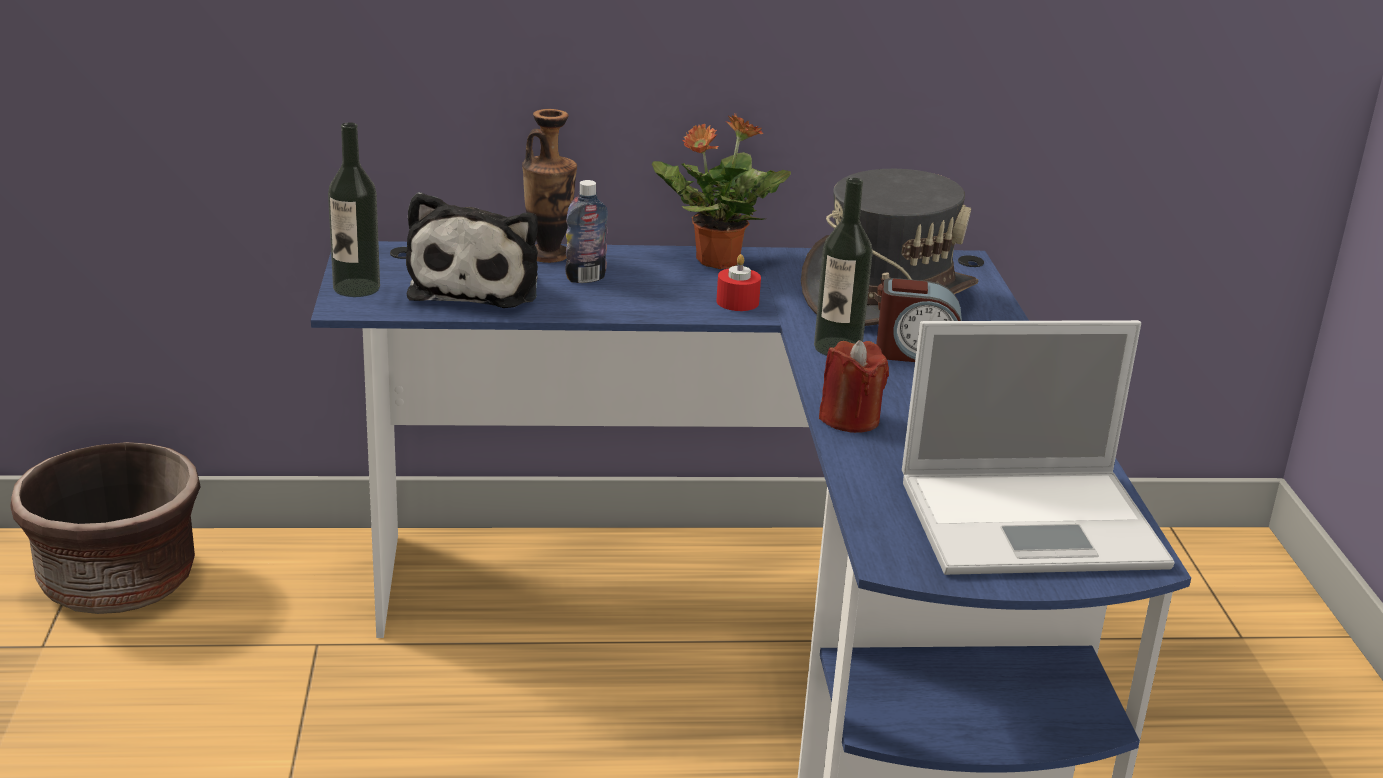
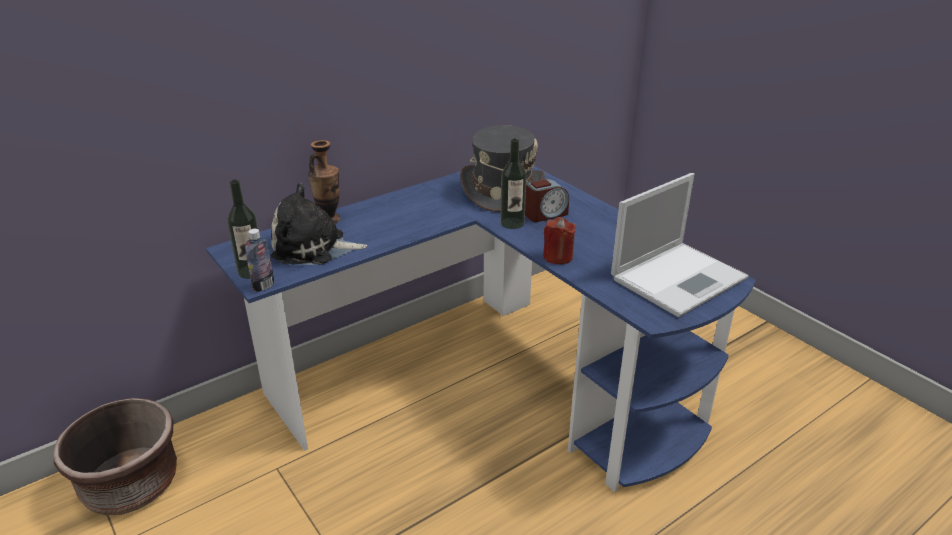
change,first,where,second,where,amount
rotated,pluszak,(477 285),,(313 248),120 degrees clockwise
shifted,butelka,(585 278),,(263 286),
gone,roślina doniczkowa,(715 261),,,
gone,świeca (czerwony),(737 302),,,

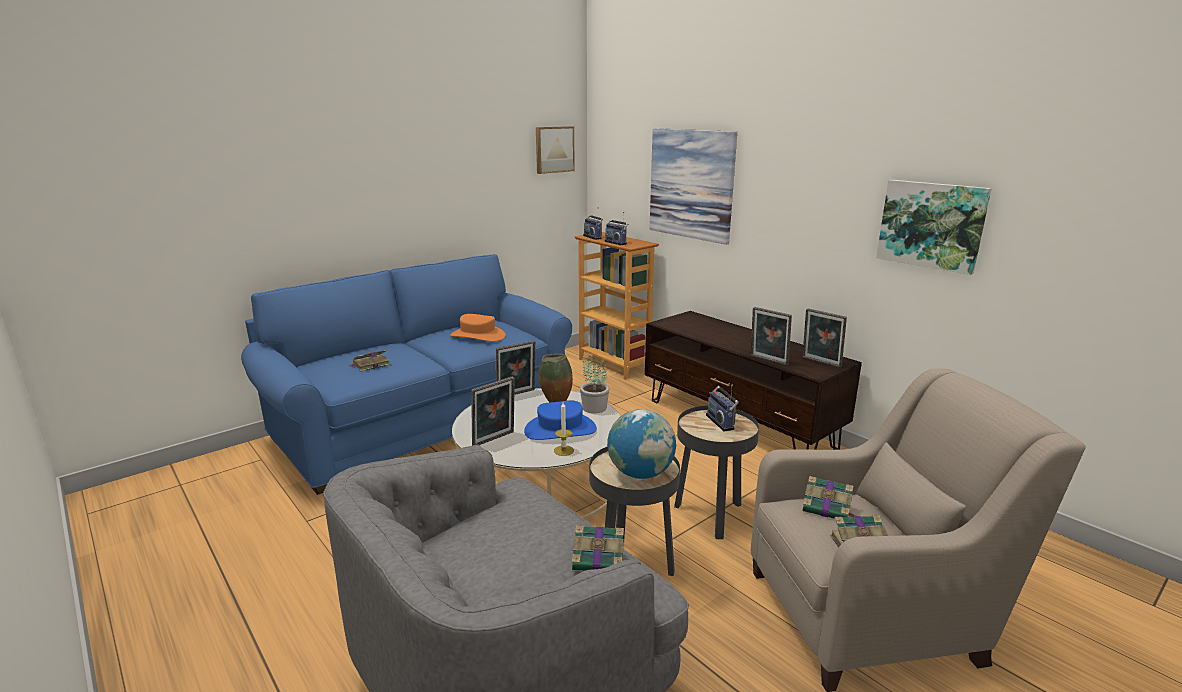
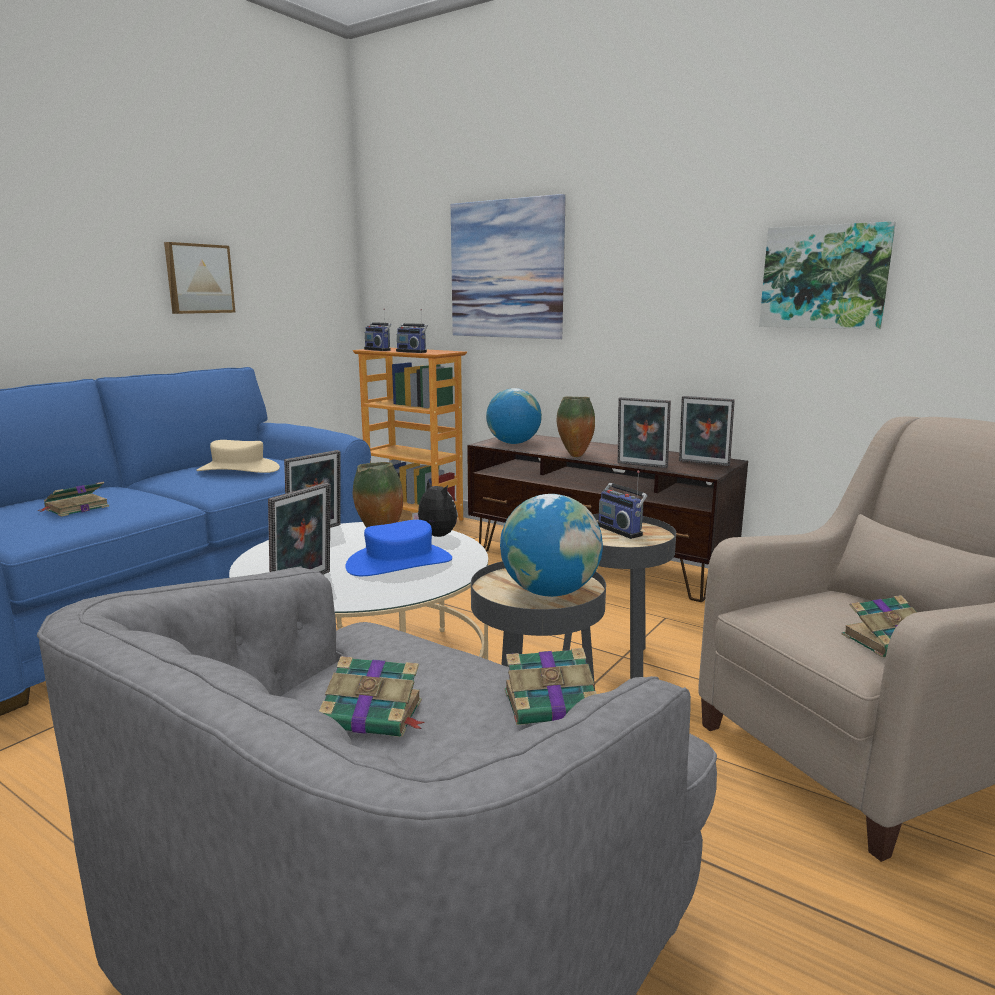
change,first,where,second,where,amount
repainted,kapelusz (pomarańczowy),(478 336),kapelusz (beżowy),(239 469),
shifted,obraz,(553 149),,(198 279),
gone,świeca,(563 450),,,
swapped,roślina doniczkowa,(593 408),pluszak,(435 536),
shifted,książka,(827 508),,(374 715),
new,,,globus,(513 443),
new,,,wazon,(574 456),

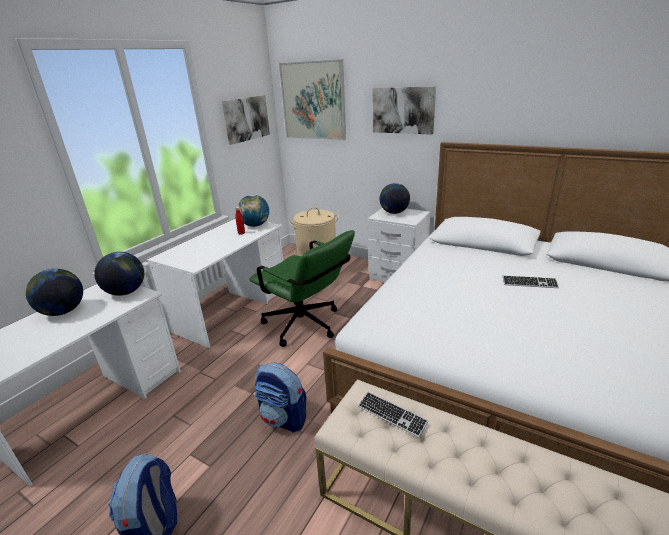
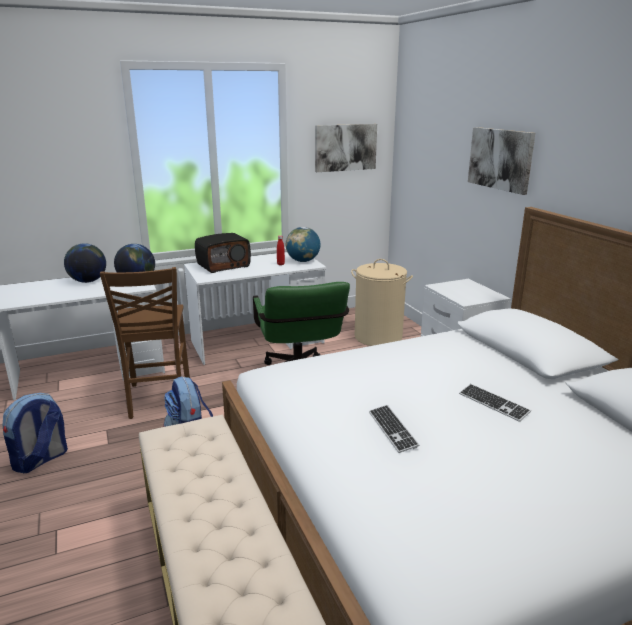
change,first,where,second,where,amount
gone,obraz,(313 101),,,
shifted,klawiatura,(392 415),,(392 429),
gone,globus,(394 212),,,
new,,,krzesło (brązowy),(158 399),
new,,,radio,(223 265),

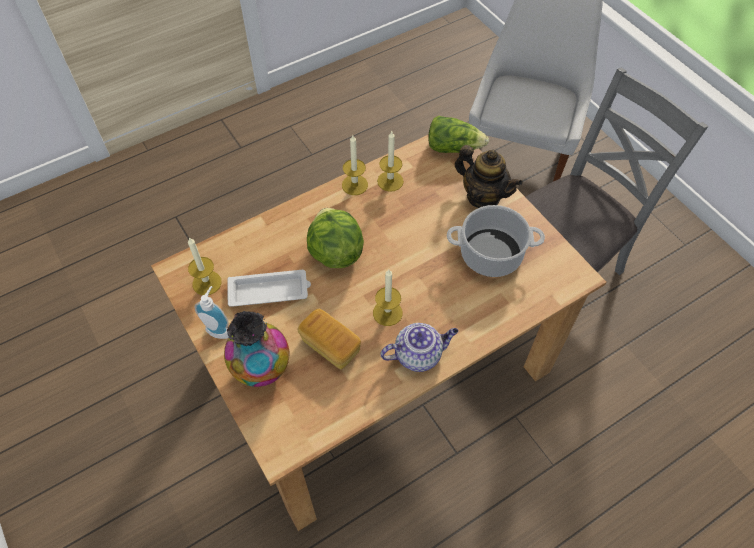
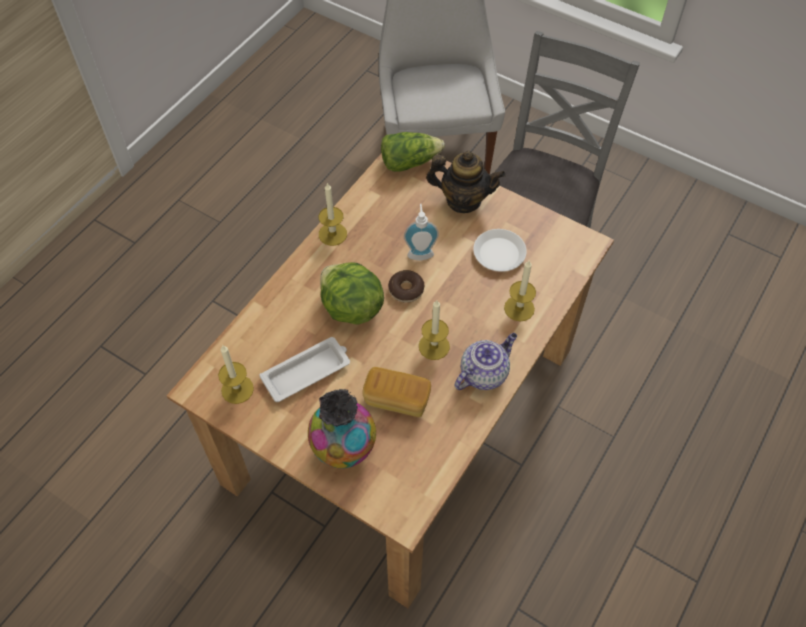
change,first,where,second,where,amount
shifted,dozownik mydła,(219 329),,(420 252),
shifted,świeca,(390 181),,(519 308),
swapped,garnek,(490 255),talerz (biały),(499 254),
new,,,donut,(406 289),

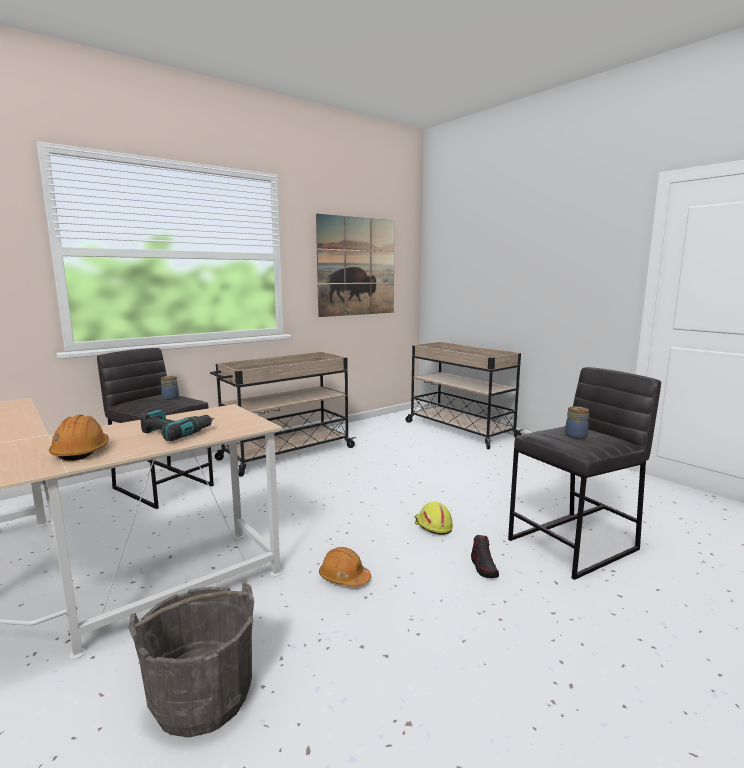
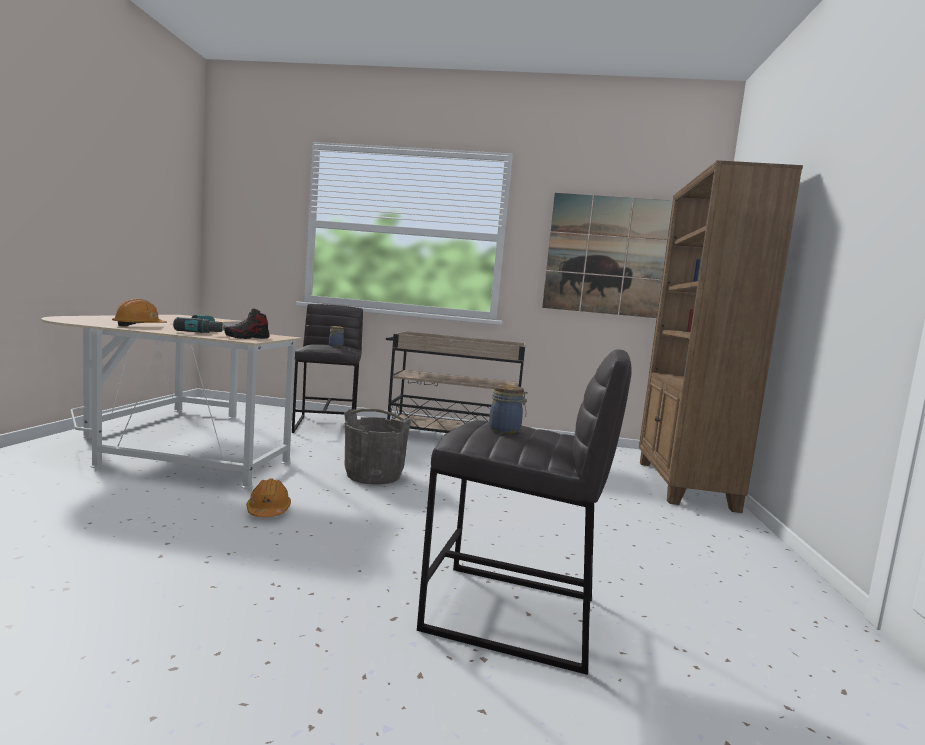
change,first,where,second,where,amount
shifted,wiadro (szary),(202 697),,(374 475),
swapped,wózek (beżowy),(459 430),regał (brązowy),(683 485),
gone,kask (żółty),(432 526),,,
shifted,but,(484 567),,(247 338),

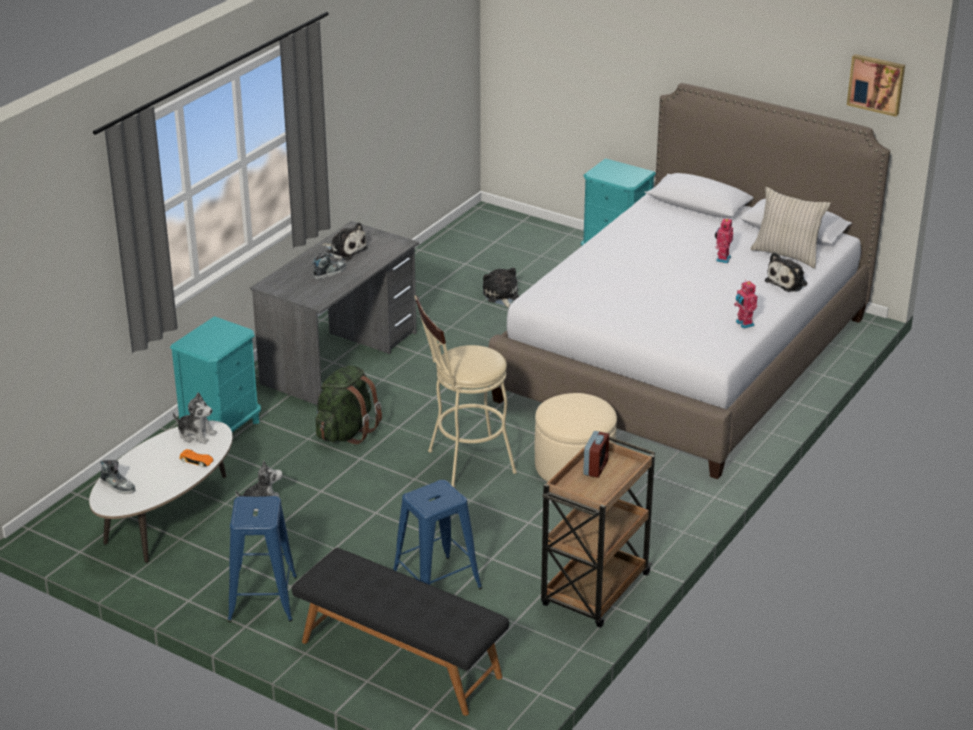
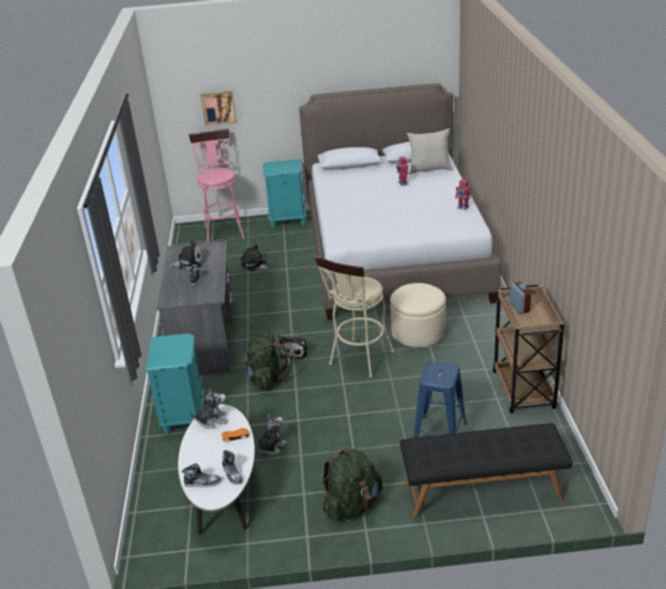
change,first,where,second,where,amount
swapped,stołek (niebieski),(263 599),plecak (zielony),(353 506),
shifted,pluszak,(788 282),,(295 352),
shifted,obraz,(876 84),,(218 107),
new,,,stołek (różowy),(223 231),
new,,,but,(232 474),

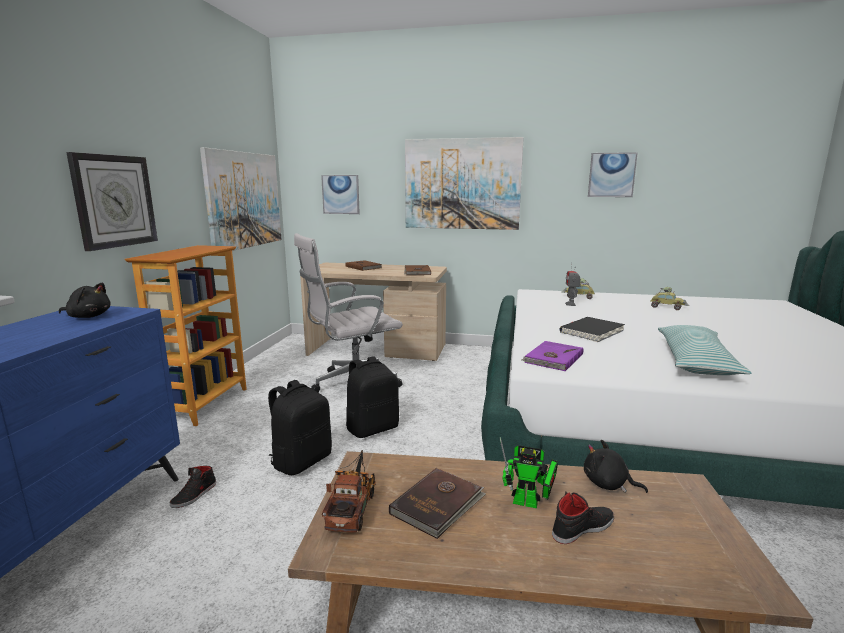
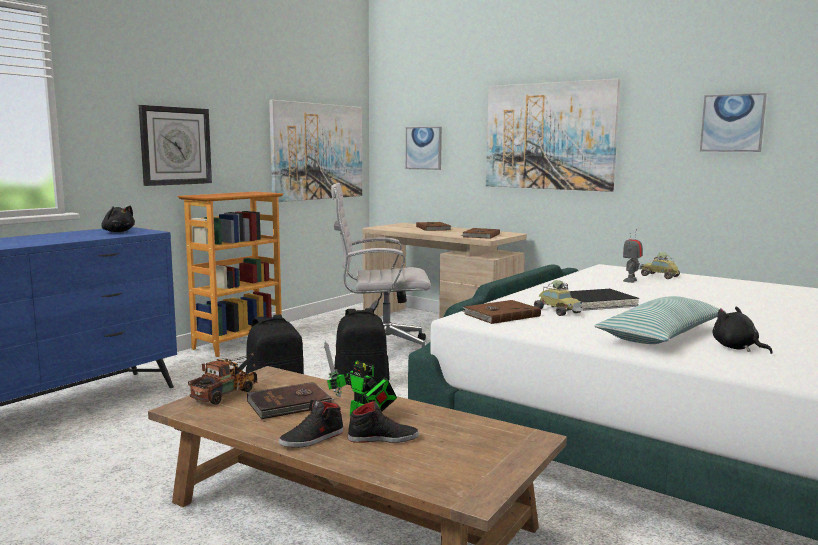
change,first,where,second,where,amount
shifted,but (czarny),(194 495),,(312 439),
repainted,książka (fioletowy),(552 358),książka (brązowy),(500 315),
shifted,pluszak (czarny),(608 484),,(736 348),
shifted,samochodzik,(667 307),,(559 311),

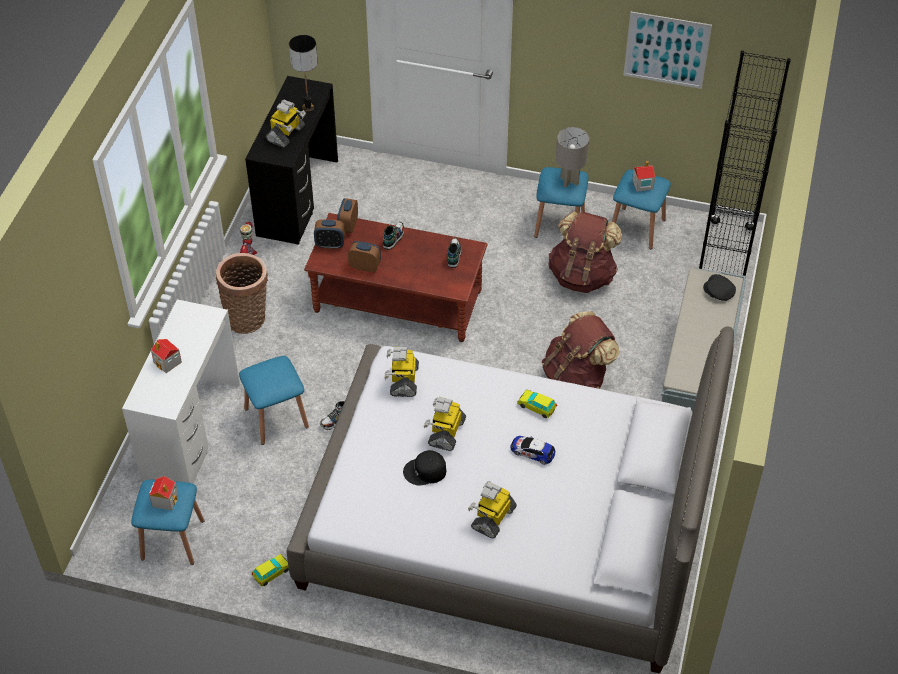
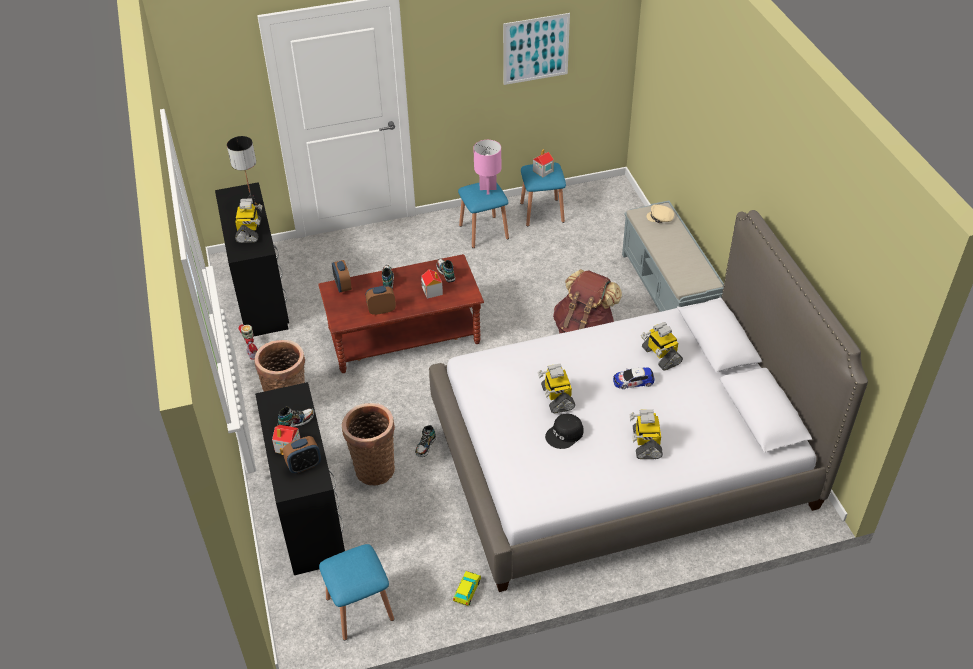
change,first,where,second,where,amount
repainted,biurko (biały),(191 431),biurko (czarny),(308 513),
shifted,domek,(165 500),,(432 291),
swapped,stołek (niebieski),(276 418),koszyk,(374 467),
shifted,budzik,(330 244),,(304 465),
shifted,robot zabawkowy,(403 380),,(660 356),
gone,samochodzik,(536 407),,,
gone,plecak (brązowy),(582 276),,,
repainted,lampa stołowa (szary),(569 180),lampa stołowa (różowy),(487 189),
gone,regał (czarny),(725 260),,,
repainted,czapka z daszkiem (czarny),(718 292),czapka z daszkiem (beżowy),(660 218),
new,,,but,(296 422),

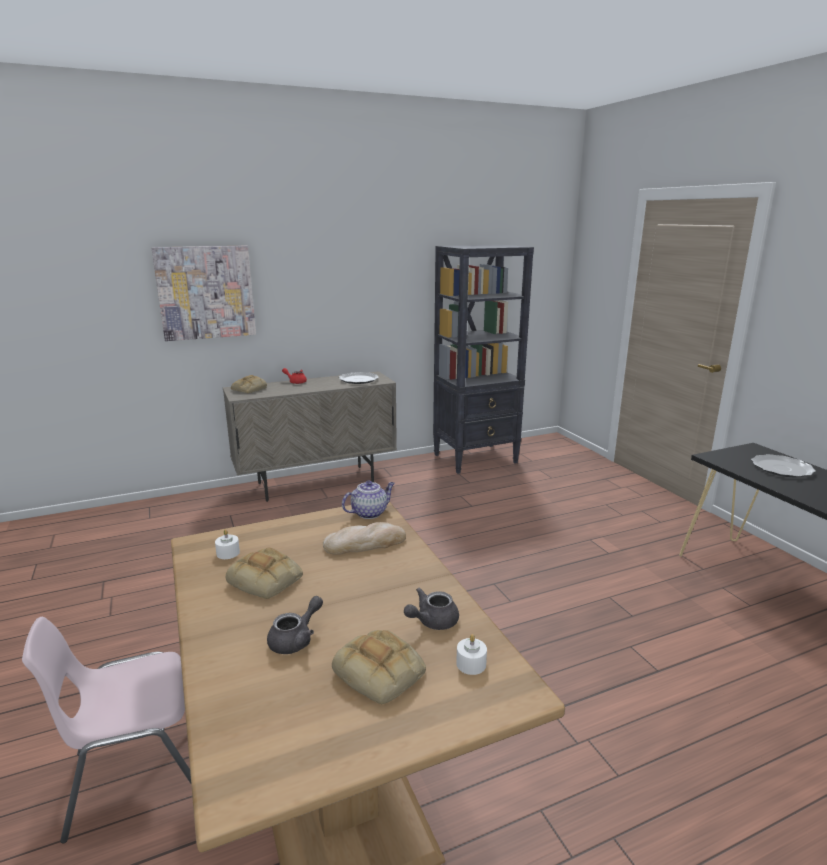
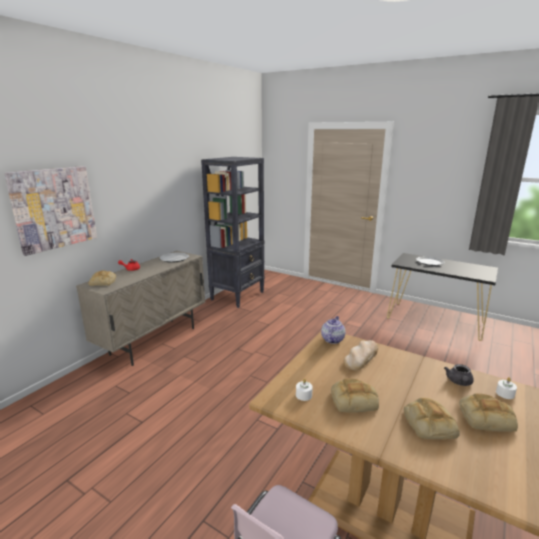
change,first,where,second,where,amount
swapped,imbryk (szary),(296 639),chleb,(428 423),

